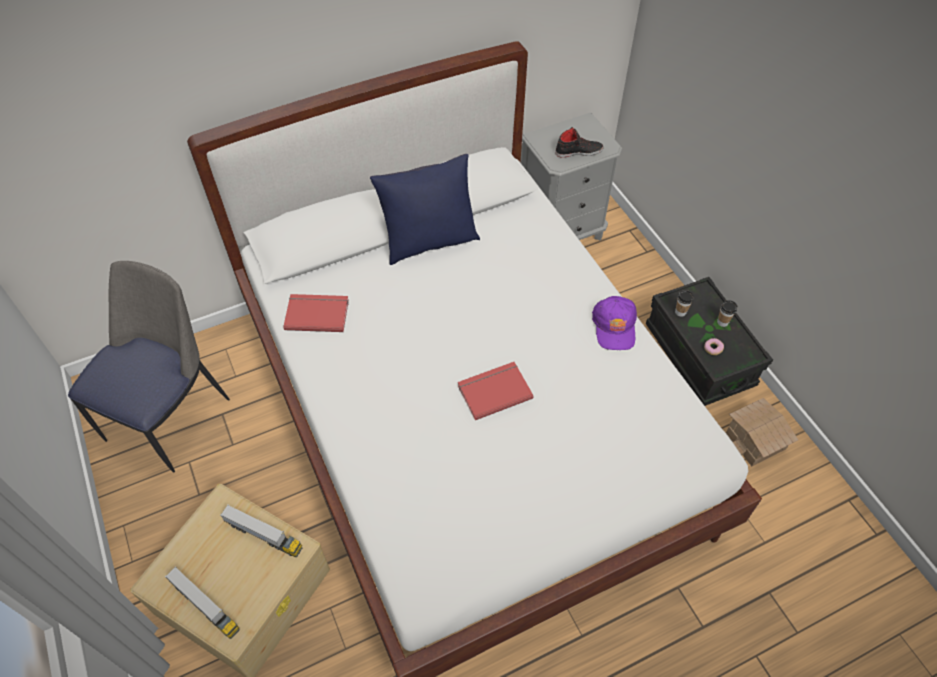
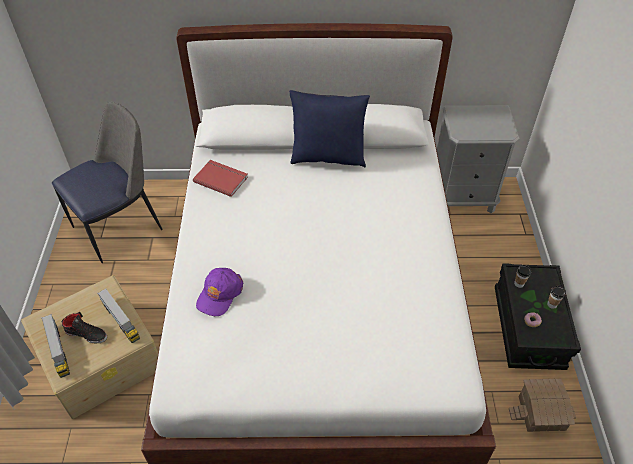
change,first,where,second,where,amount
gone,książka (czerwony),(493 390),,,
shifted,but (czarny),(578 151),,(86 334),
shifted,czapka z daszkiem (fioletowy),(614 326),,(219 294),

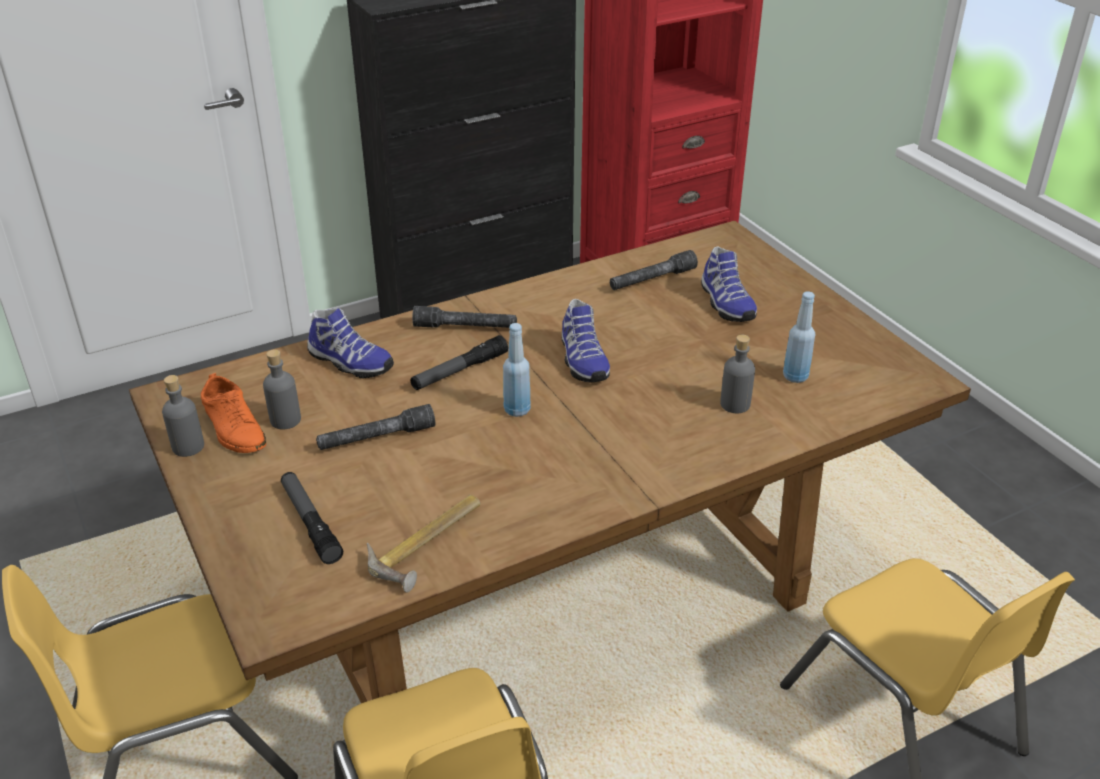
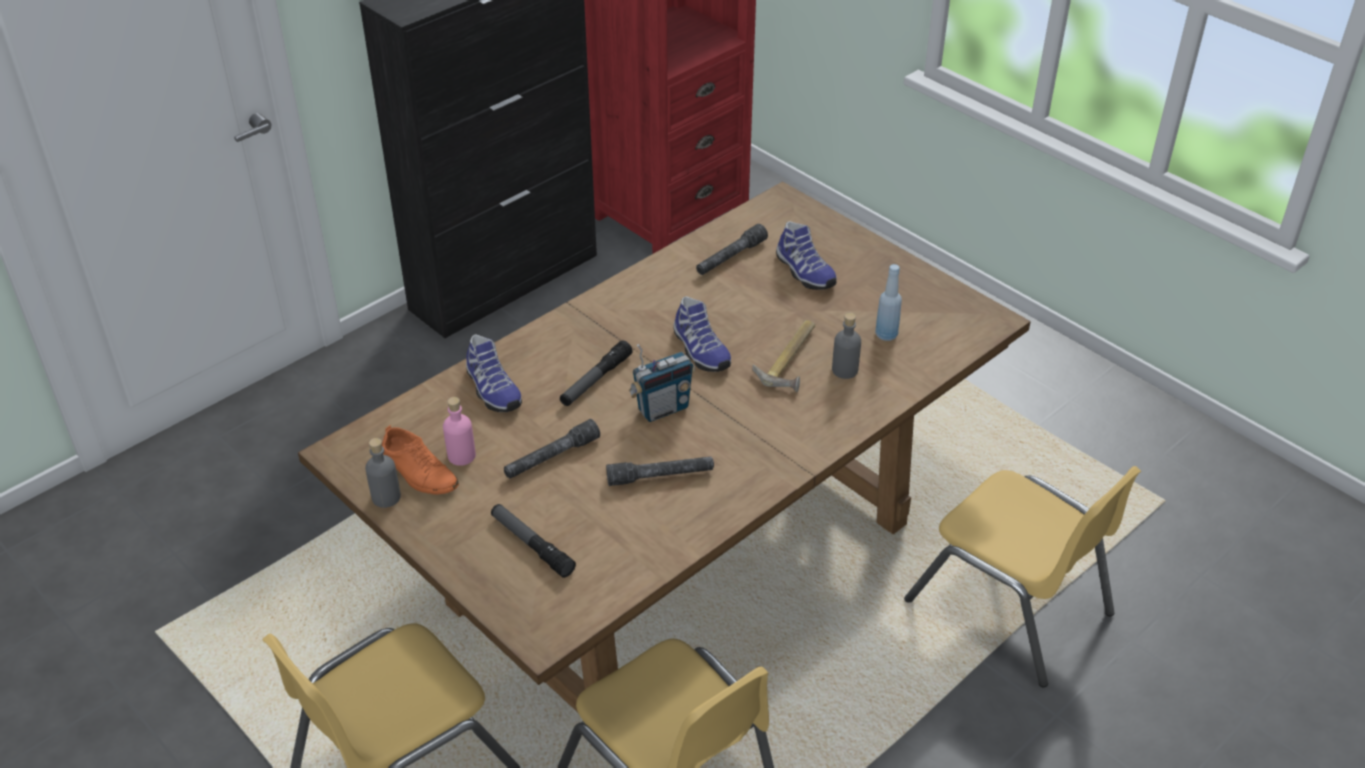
change,first,where,second,where,amount
repainted,butelka (szary),(285 420),butelka (różowy),(461 456),
rotated,but,(349 363),,(491 390),45 degrees clockwise
shifted,młotek,(430 545),,(793 359),
shifted,latarka (szary),(465 327),,(660 476),
swapped,butelka (niebieski),(517 410),radio,(662 409),

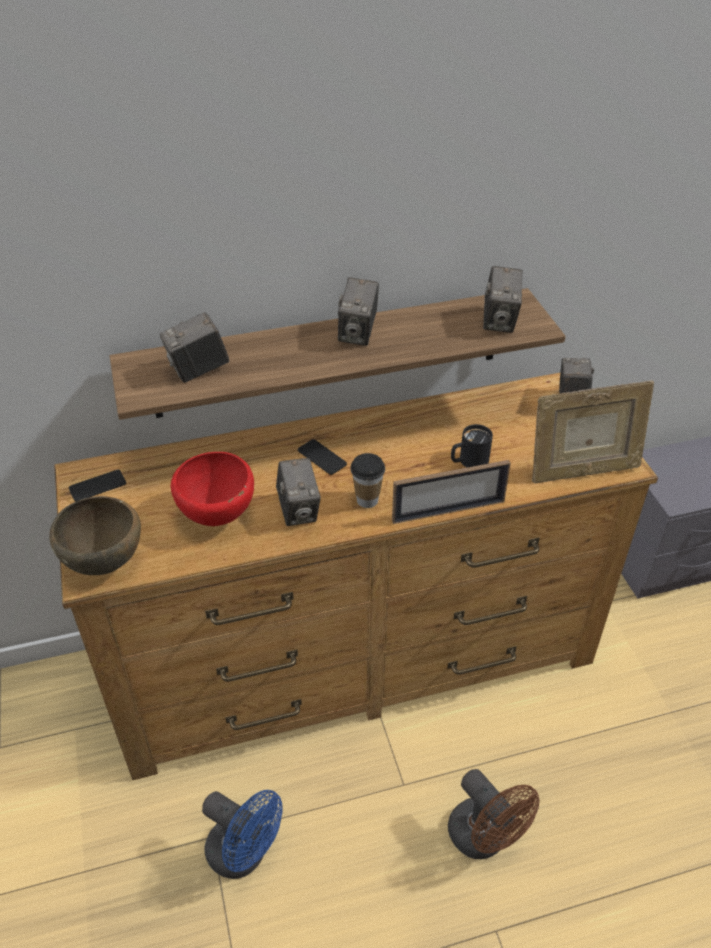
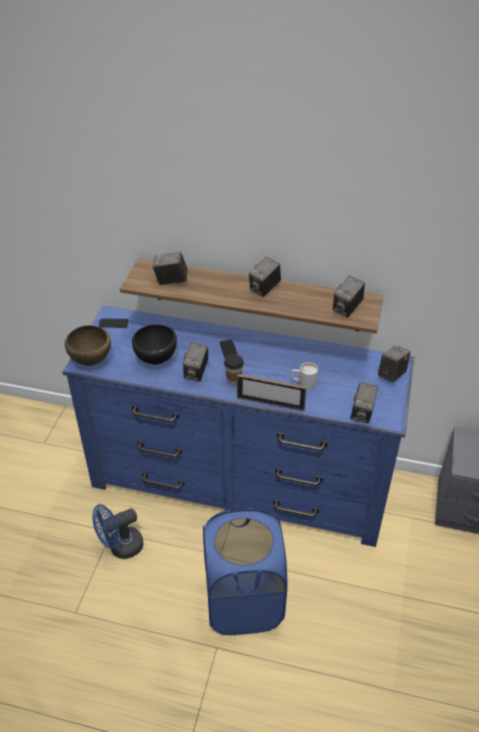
change,first,where,second,where,amount
repainted,komoda (brązowy),(354 658),komoda (niebieski),(240 480),
repainted,miska (czerwony),(218 517),miska (czarny),(156 360),
rotated,wentylator (niebieski),(245 854),,(120 547),90 degrees clockwise
swapped,wentylator (brązowy),(485 839),kosz na pranie (niebieski),(243 603),
repainted,kubek (czarny),(468 462),kubek (biały),(303 383),
swapped,ramka na zdjęcie,(582 471),aparat fotograficzny,(362 413),

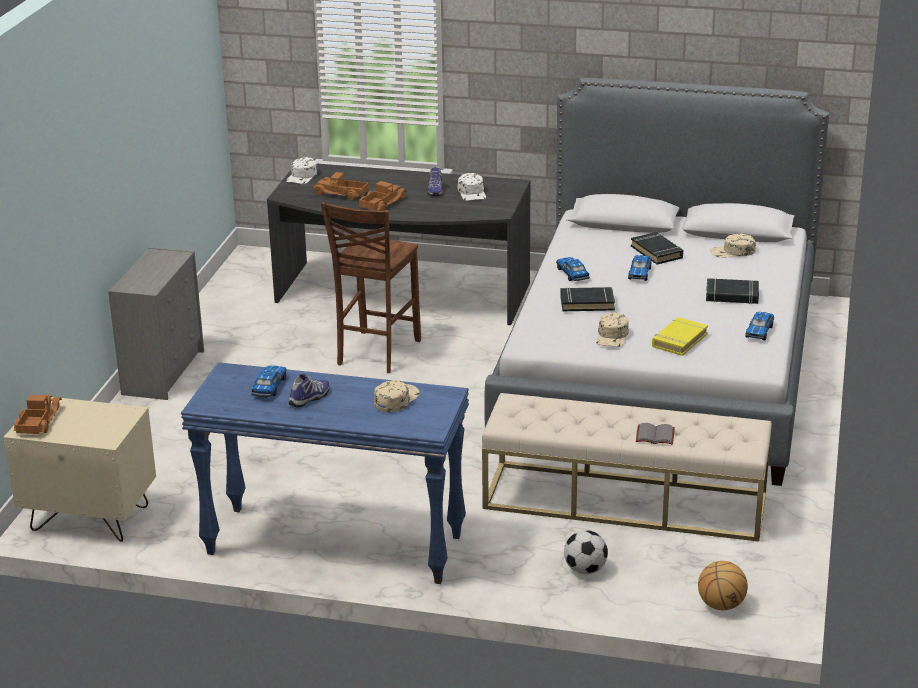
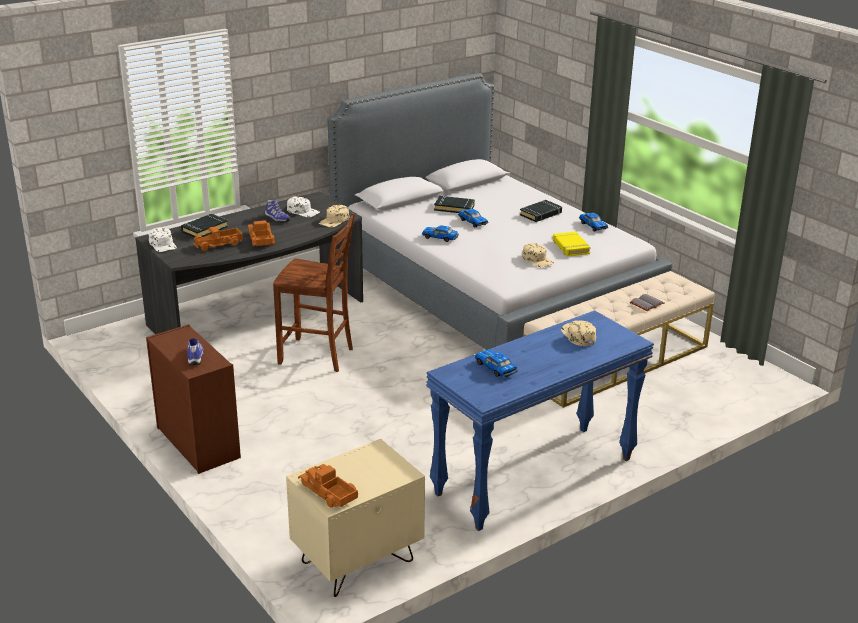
change,first,where,second,where,amount
repainted,komoda (szary),(164 372),komoda (brązowy),(197 442),
shifted,but,(310 398),,(196 357),
rotated,krzesło (brązowy),(376 353),,(317 356),45 degrees counterclockwise
shifted,książka (czarny),(587 303),,(204 229),
gone,piłka futbolowa,(585 570),,,
gone,piłka do koszykówki,(721 605),,,
shifted,czapka z daszkiem (beżowy),(732 252),,(334 221),

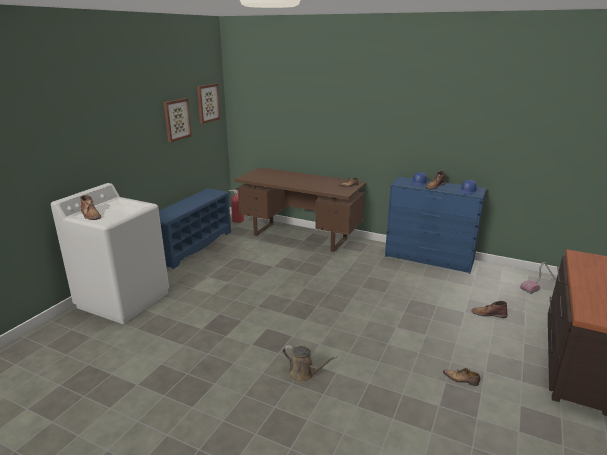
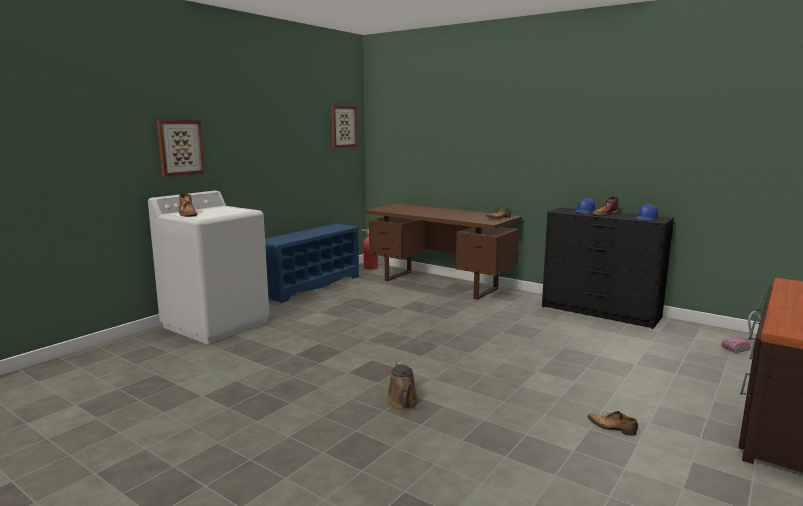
change,first,where,second,where,amount
shifted,obraz,(177 119),,(180 147),
rotated,konewka (brązowy),(304 373),,(403 403),45 degrees clockwise
repainted,komoda (niebieski),(428 259),komoda (czarny),(600 312),
gone,but z cholewką (brązowy),(488 314),,,

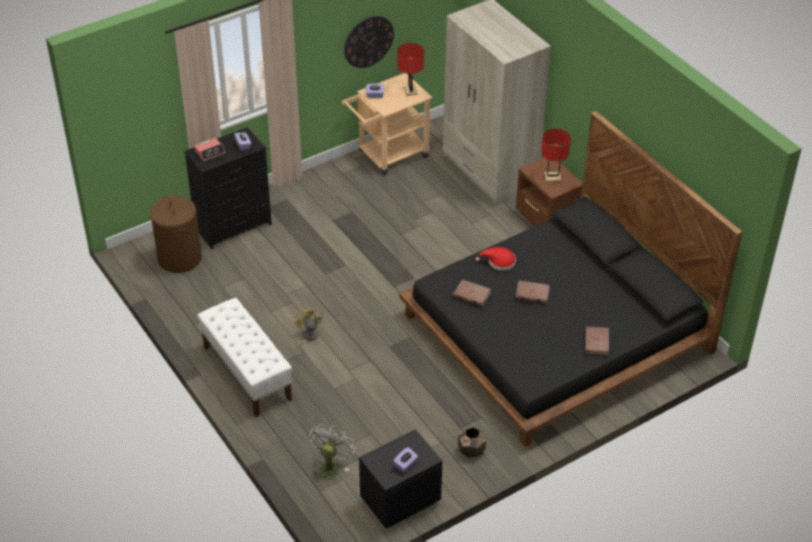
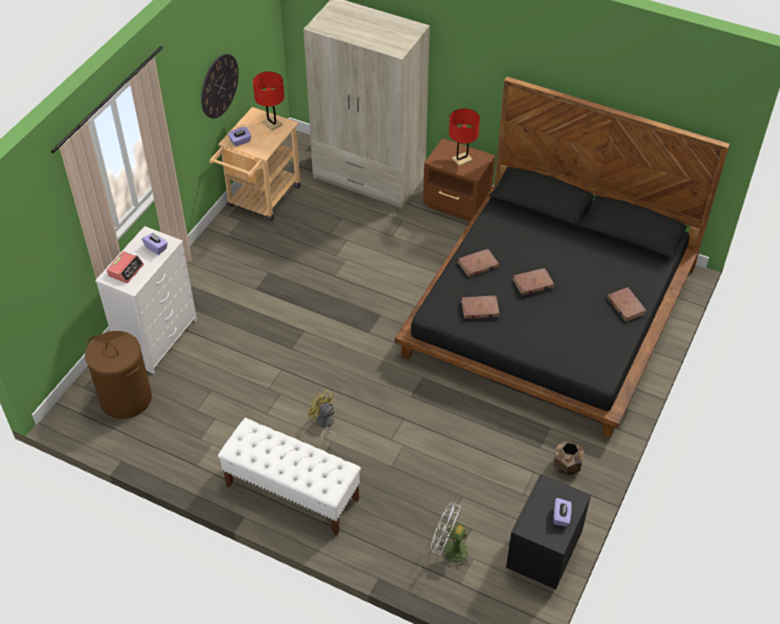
change,first,where,second,where,amount
repainted,komoda (czarny),(233 226),komoda (biały),(158 338),
rotated,wentylator (biały),(330 466),,(450 550),60 degrees counterclockwise
swapped,kapelusz (czerwony),(499 262),książka (brązowy),(478 265),

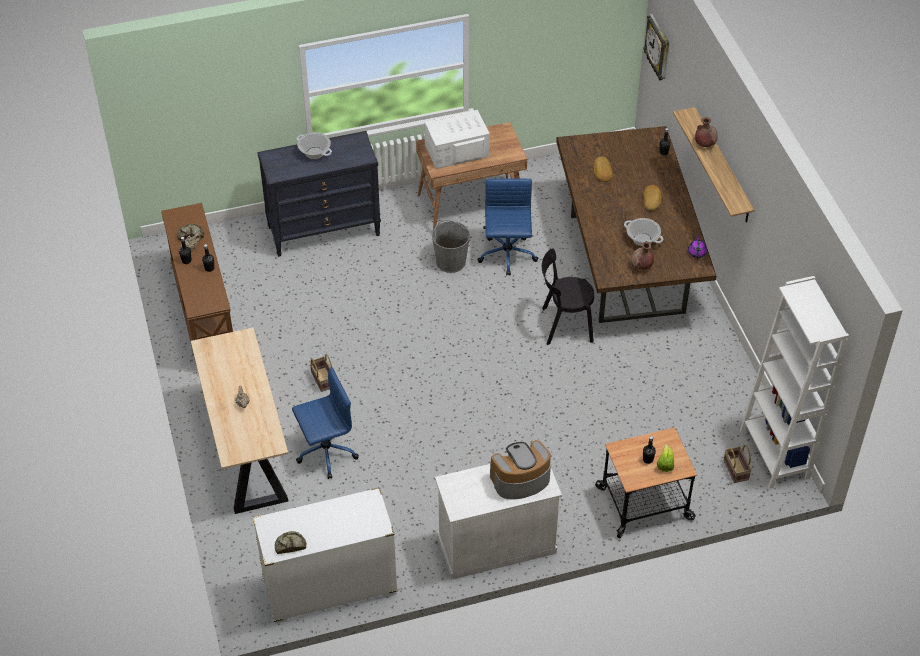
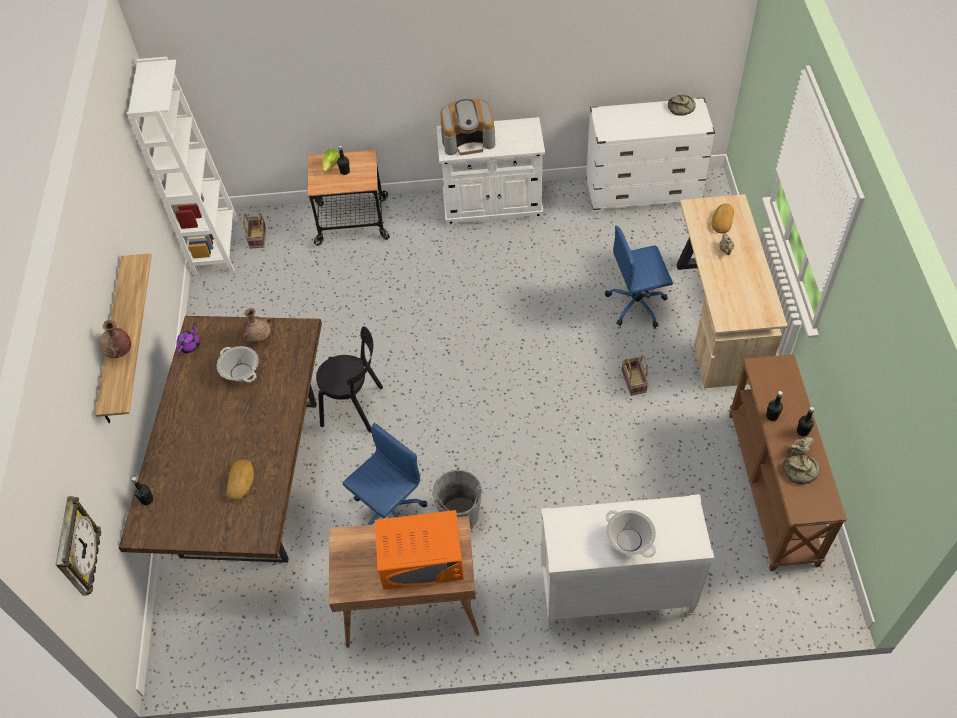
change,first,where,second,where,amount
repainted,komoda (czarny),(324 230),komoda (biały),(615 594),
repainted,mikrofalówka (biały),(456 150),mikrofalówka (pomarańczowy),(421 559),
rotated,krzesło biurowe (niebieski),(507 256),,(388 512),150 degrees counterclockwise
shifted,chleb,(652 199),,(721 221),

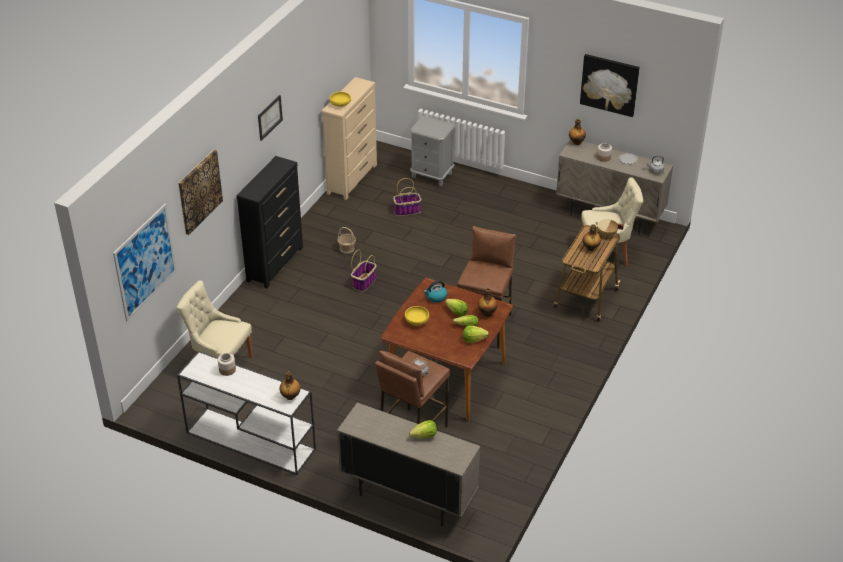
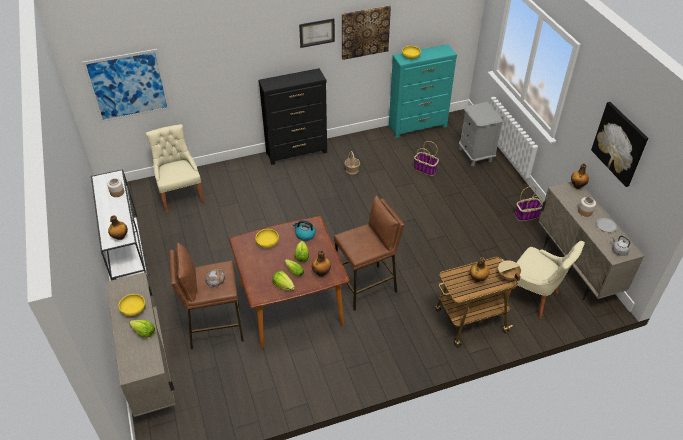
change,first,where,second,where,amount
shifted,obraz,(199 191),,(365 32),
repainted,komoda (beżowy),(352 179),komoda (turkusowy),(418 126),
shifted,koszyk,(364 282),,(527 215),
new,,,miska (żółty),(133 309),

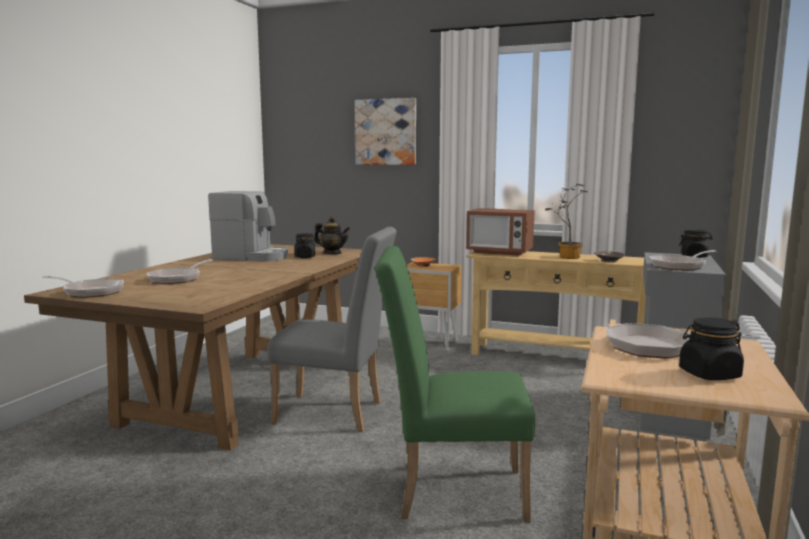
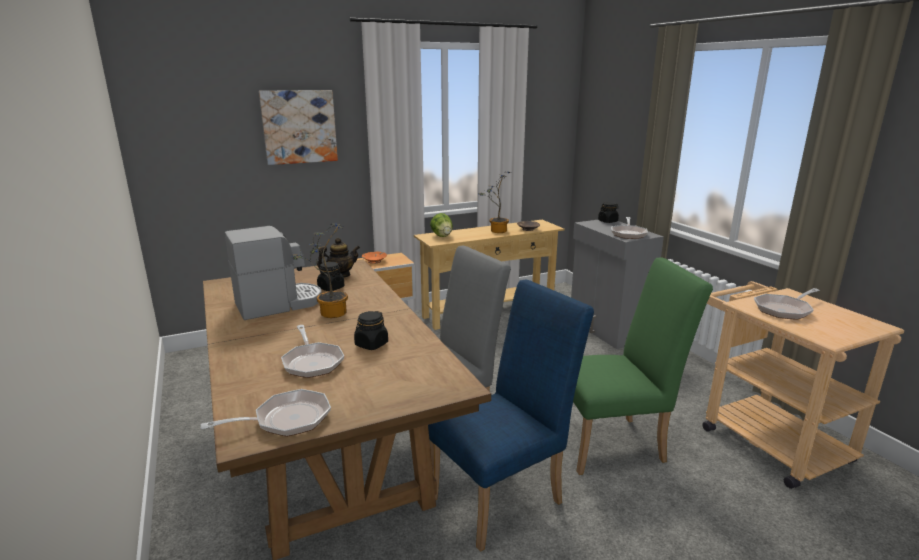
change,first,where,second,where,amount
rotated,krzesło (zielony),(451 491),,(615 444),150 degrees counterclockwise
swapped,mikrofalówka,(499 252),sałata,(442 236),
shifted,słoik (czarny),(709 374),,(371 344),
new,,,roślina doniczkowa,(329 313),
new,,,krzesło (niebieski),(504 496),

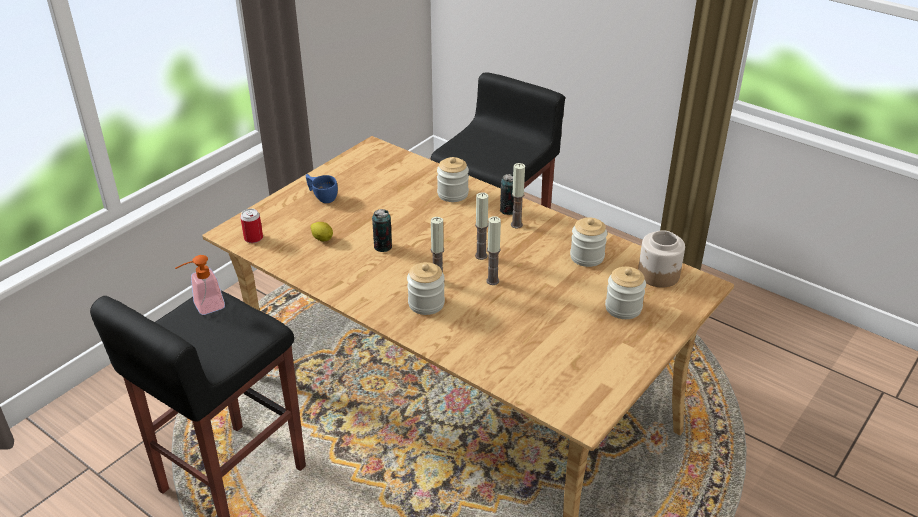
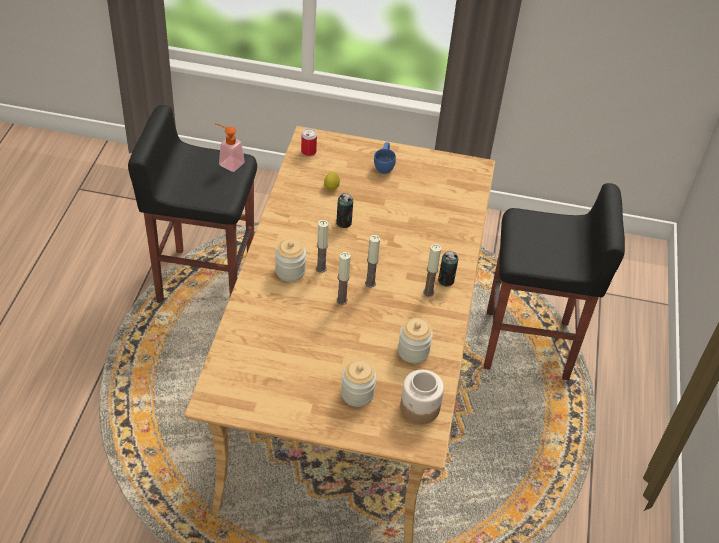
change,first,where,second,where,amount
gone,słoik,(452 194),,,

